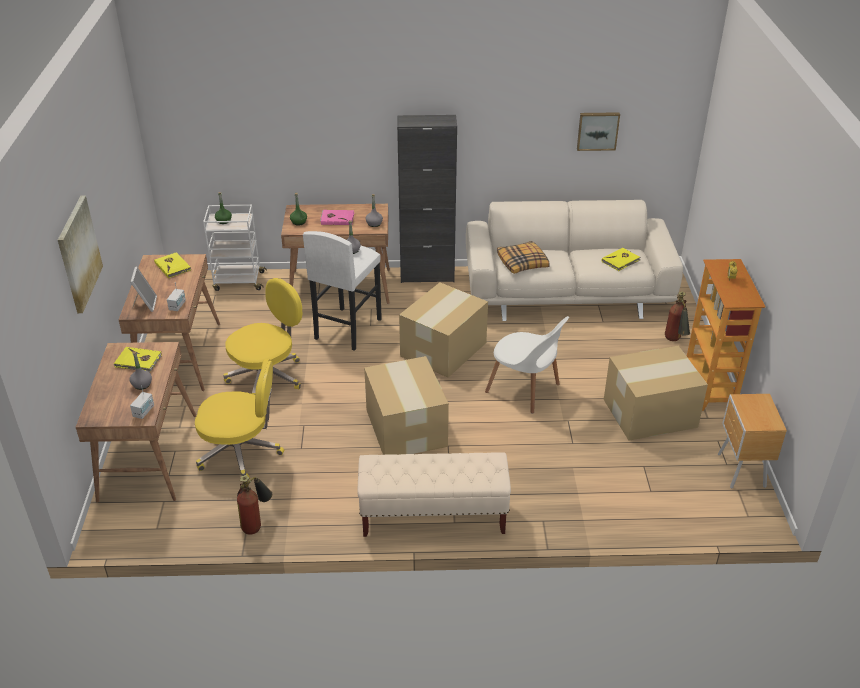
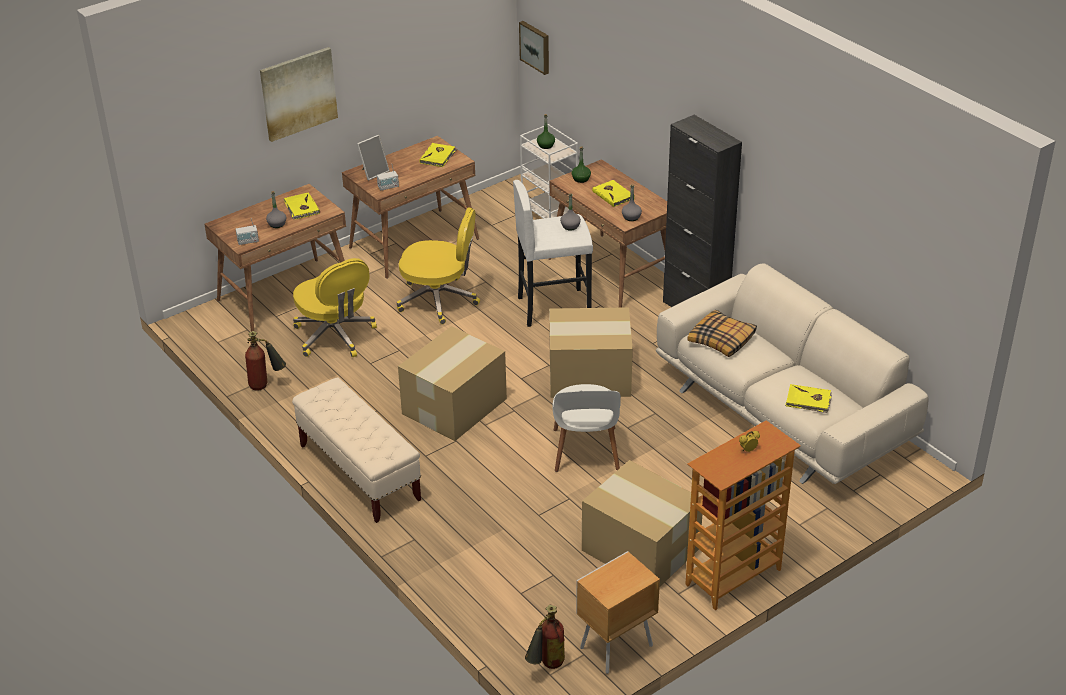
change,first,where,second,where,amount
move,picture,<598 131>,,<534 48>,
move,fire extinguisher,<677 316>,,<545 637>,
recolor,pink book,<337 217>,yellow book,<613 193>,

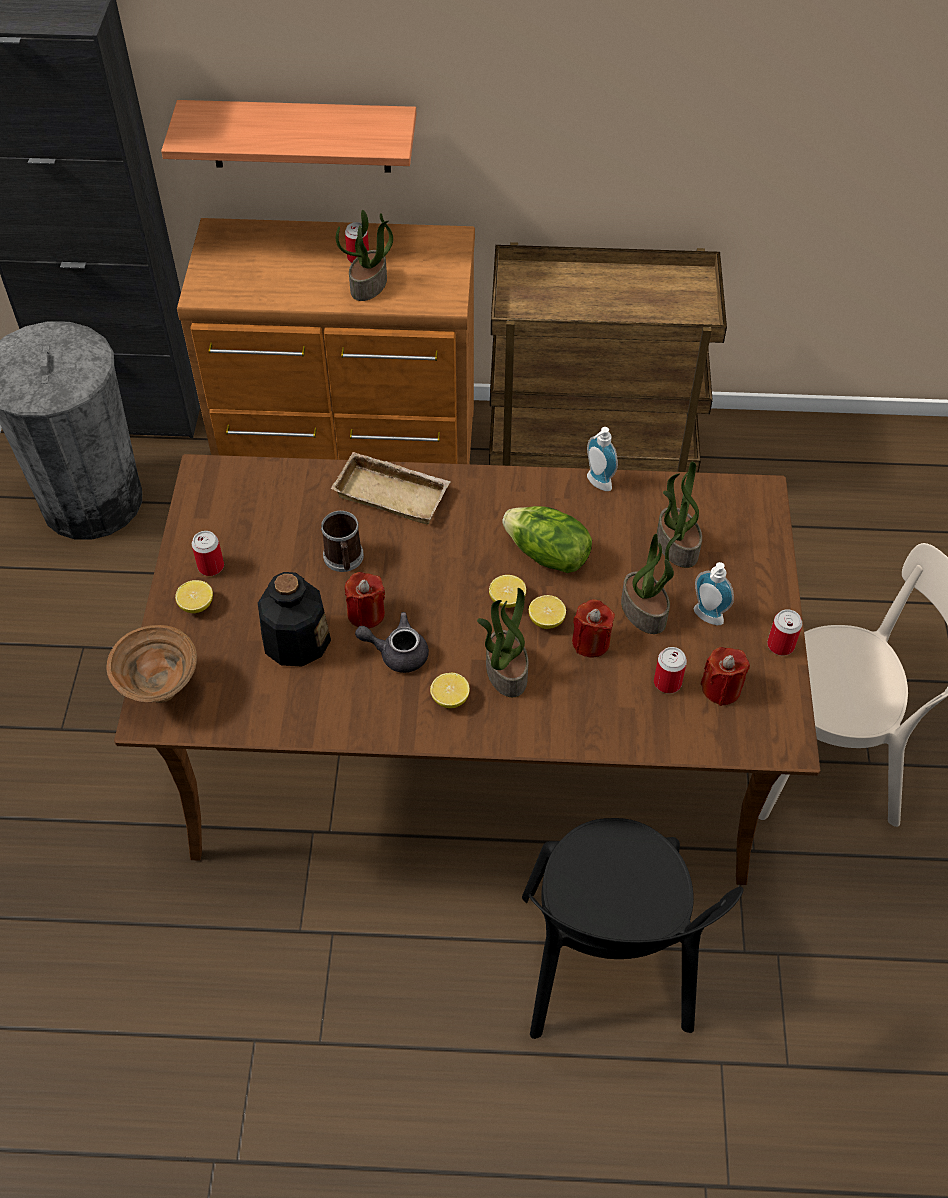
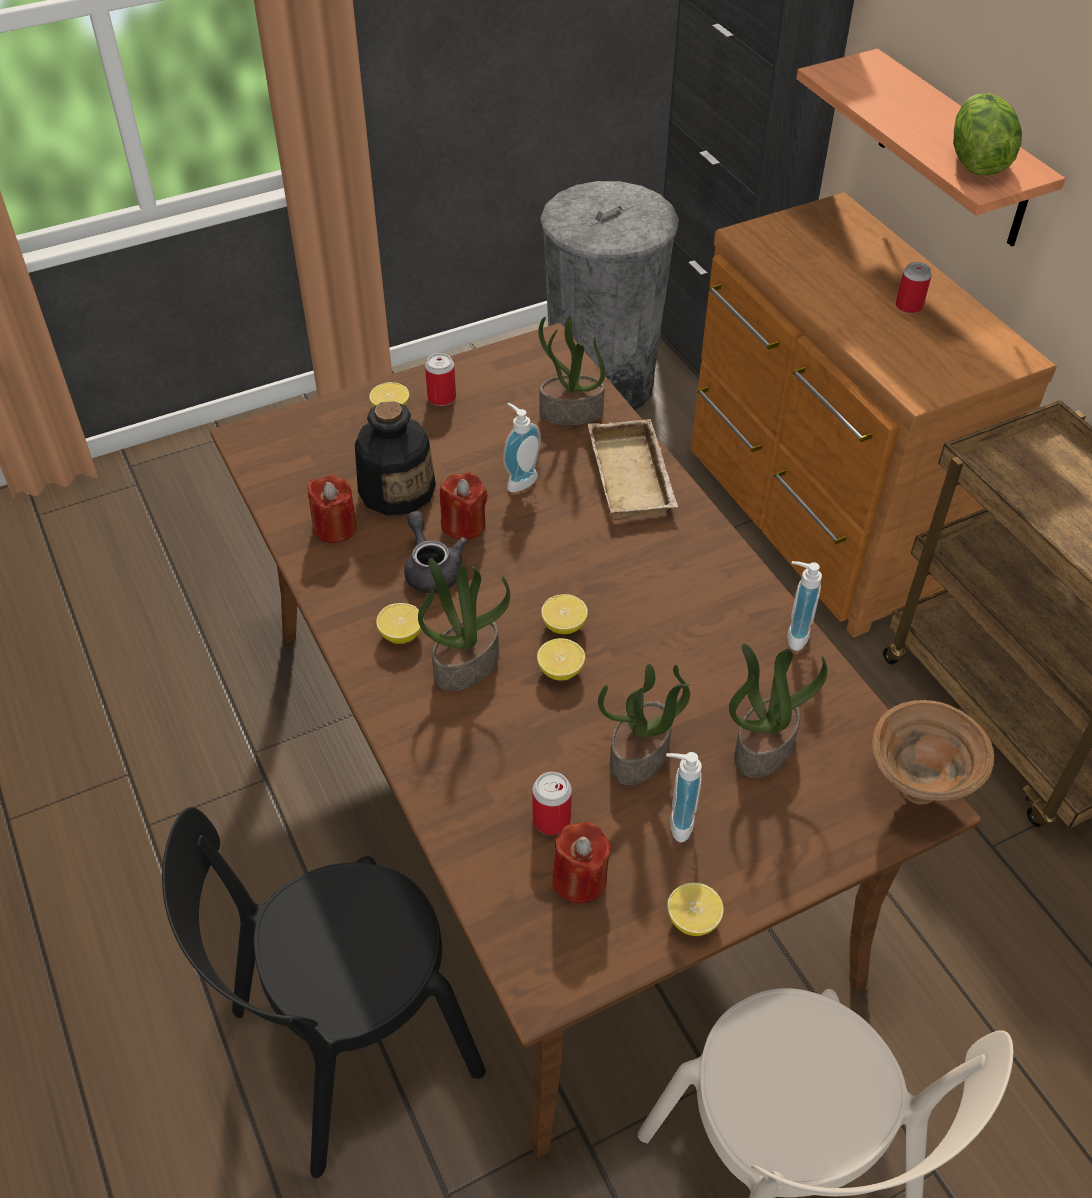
change,first,where,second,where,amount
move,red candle,<593 628>,,<332 509>,
replace,mug,<342 541>,soap dispenser,<522 447>,
move,potted plant,<364 255>,,<571 370>,
replace,can,<784 632>,lemon,<695 909>,
move,brown bowl,<151 664>,,<933 752>,
move,lettuce,<547 539>,,<987 134>,

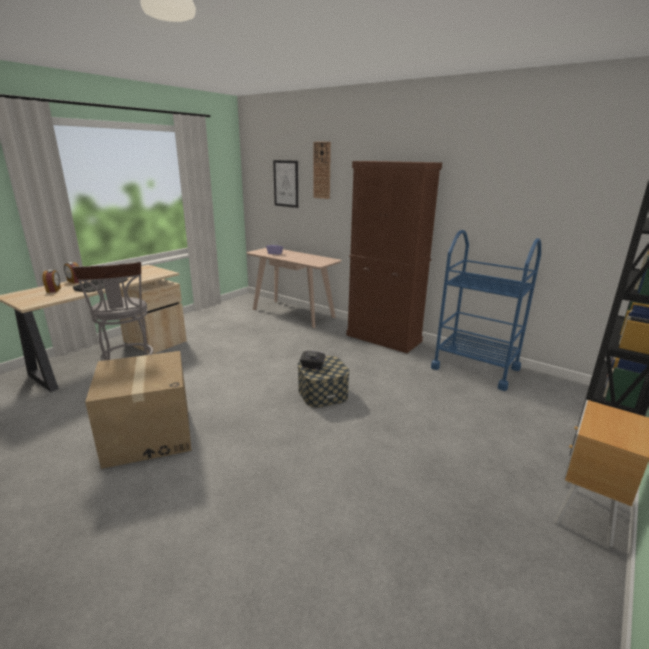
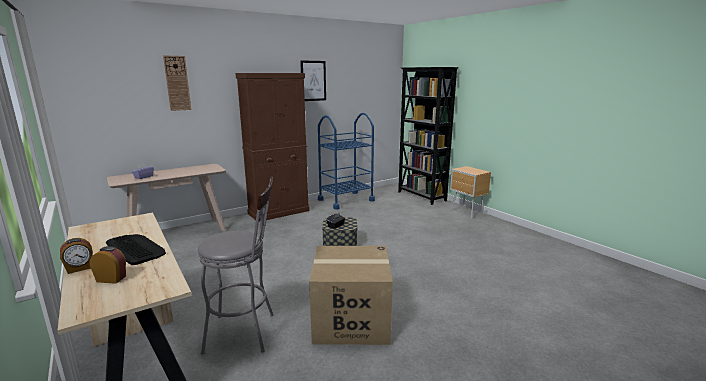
change,first,where,second,where,amount
move,picture,<285 184>,,<313 81>,

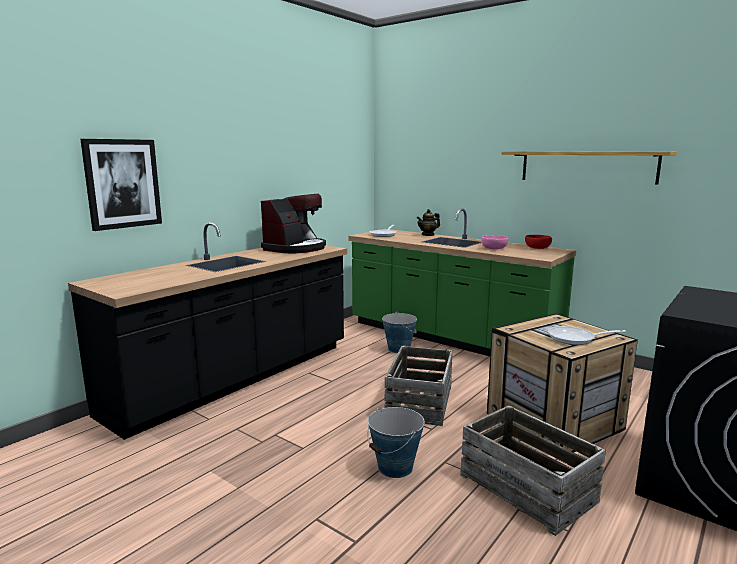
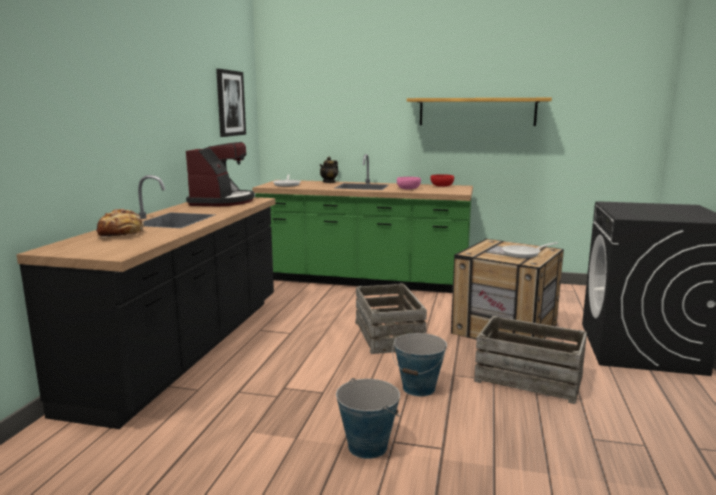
change,first,where,second,where,amount
insert,,,bread,<120 223>,
move,picture,<121 185>,,<231 103>,
move,bucket,<399 332>,,<368 418>,

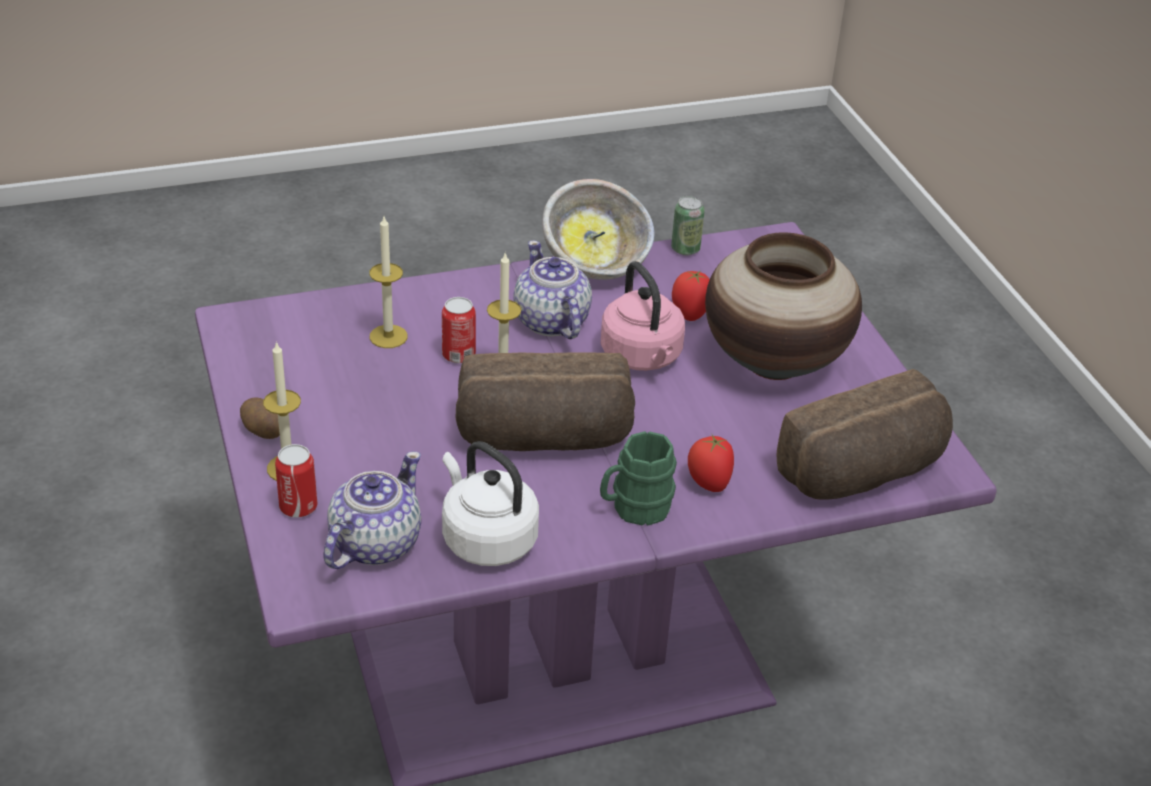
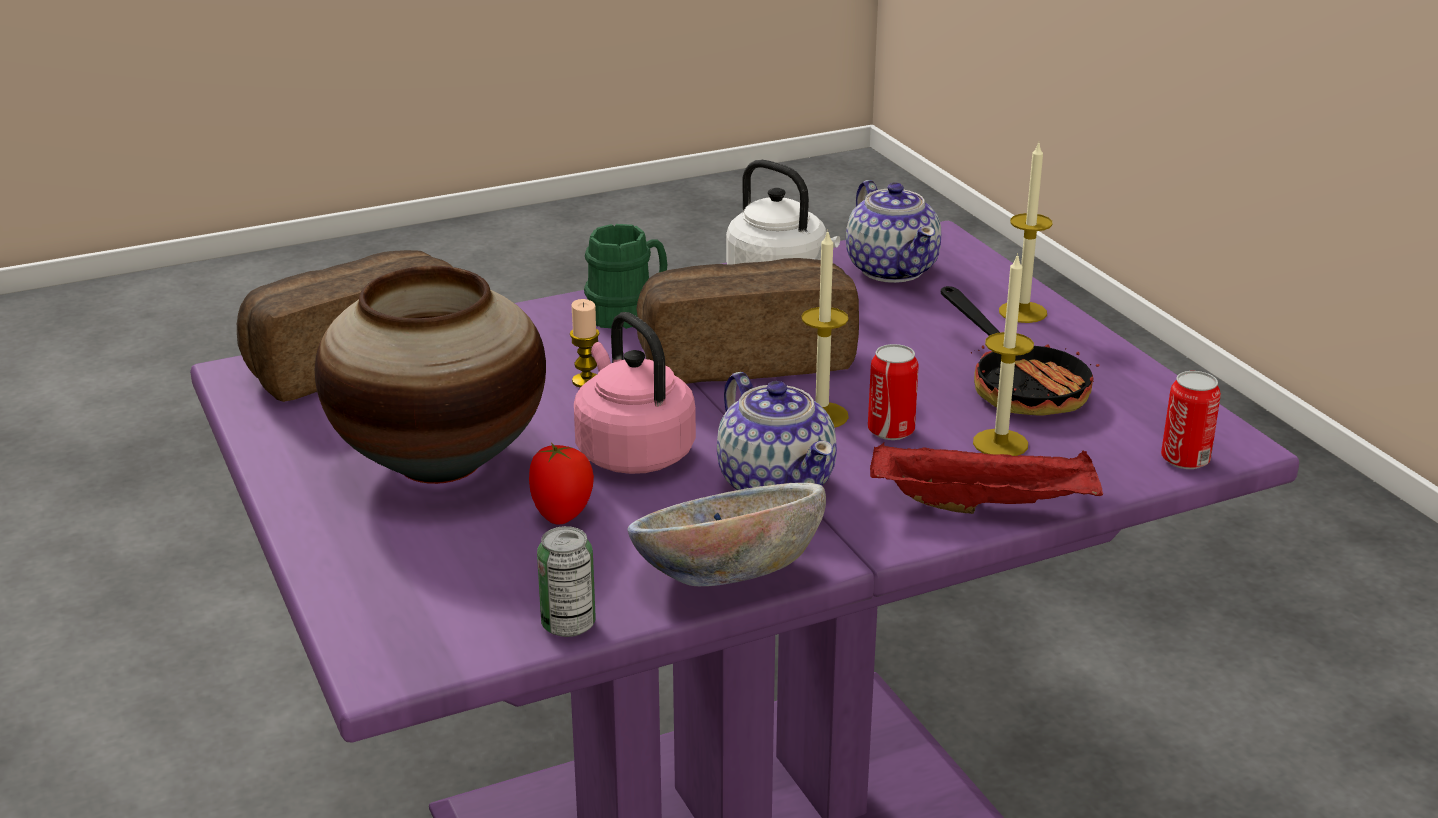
change,first,where,second,where,amount
insert,,,candle,<585 343>,
rotate,teapot,<372 510>,,<893 231>,45 degrees counterclockwise
insert,,,red tray,<986 478>,
insert,,,frying pan,<1020 351>,
move,can,<296 481>,,<1191 420>,
delete,potato,<260 418>,,,
delete,tomato,<711 463>,,,

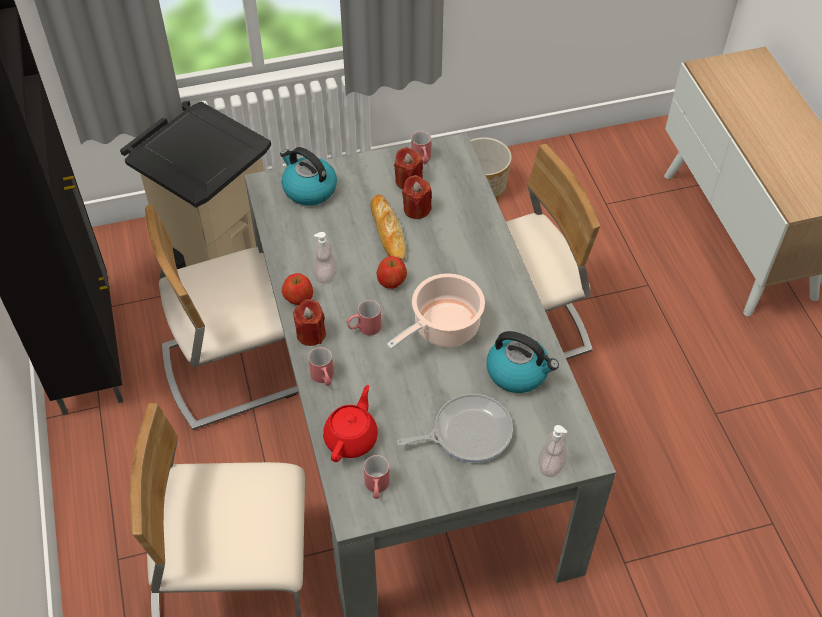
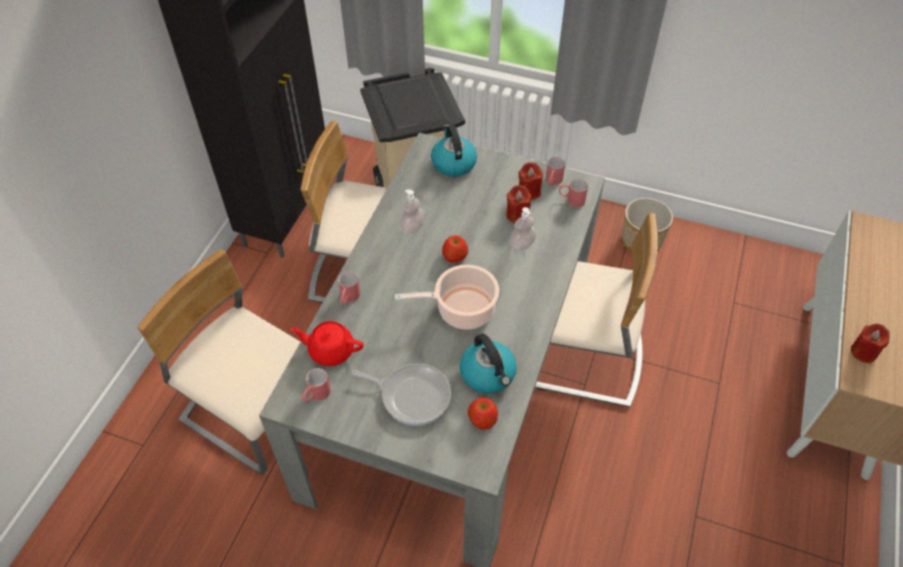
change,first,where,second,where,amount
rotate,red teapot,<350 423>,,<327 343>,135 degrees counterclockwise
move,apple,<297 289>,,<483 413>,
move,soap dispenser,<552 451>,,<522 229>,
move,red mug,<364 317>,,<573 193>,
move,red candle,<309 322>,,<870 344>,
delete,bread,<388 228>,,,

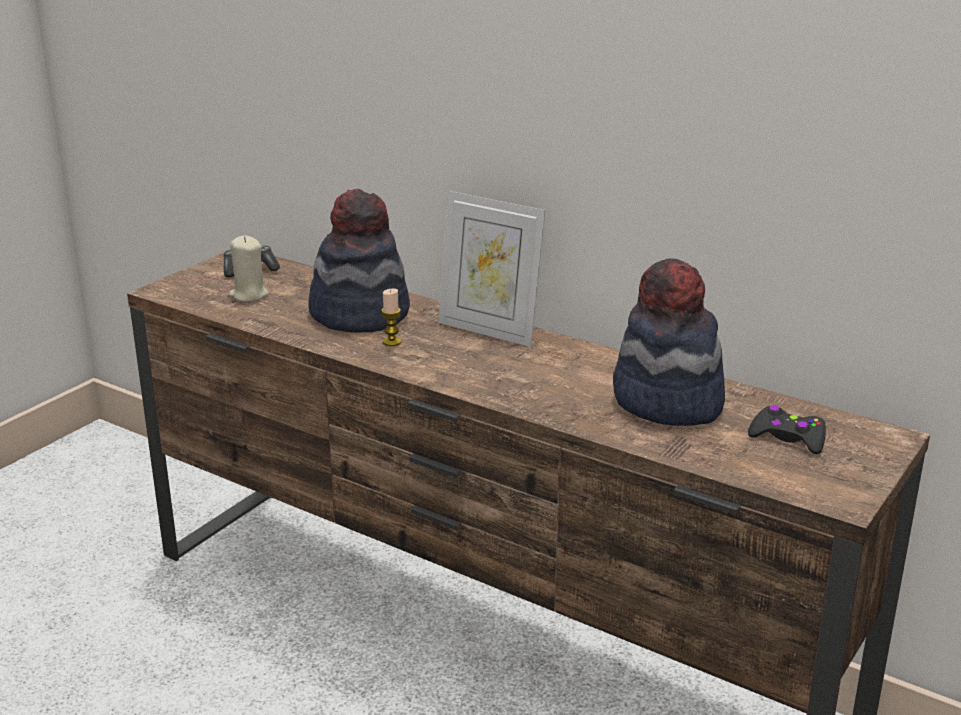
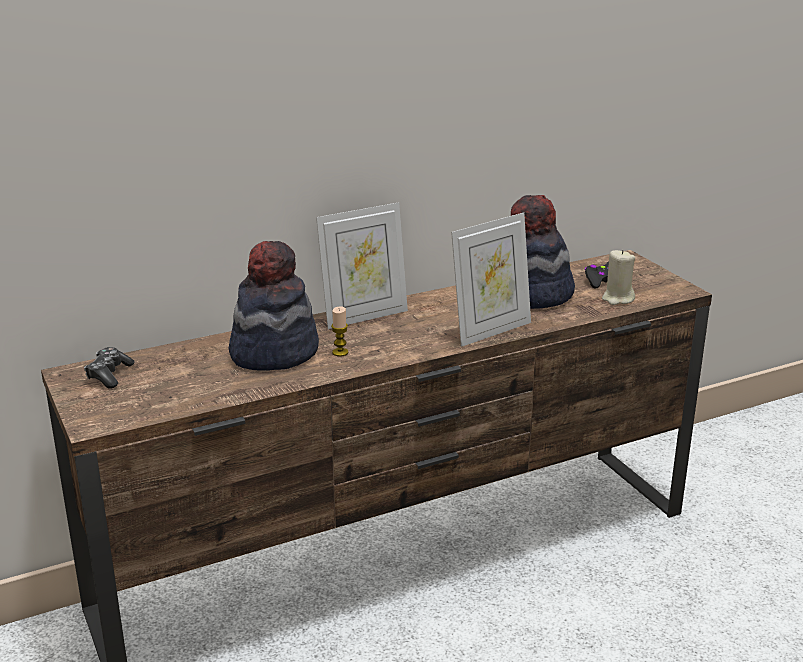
change,first,where,second,where,amount
insert,,,picture frame,<491 279>,
move,beige candle,<249 269>,,<618 277>,

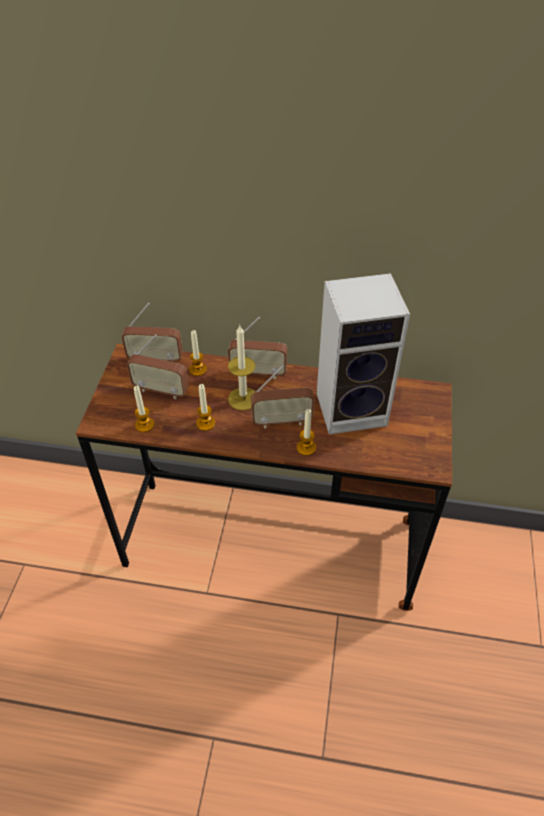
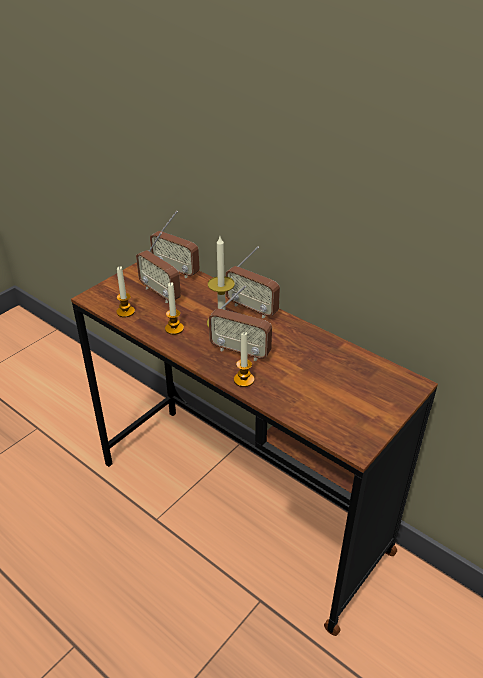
change,first,where,second,where,amount
delete,candle,<198 353>,,,
delete,speaker,<363 354>,,,

